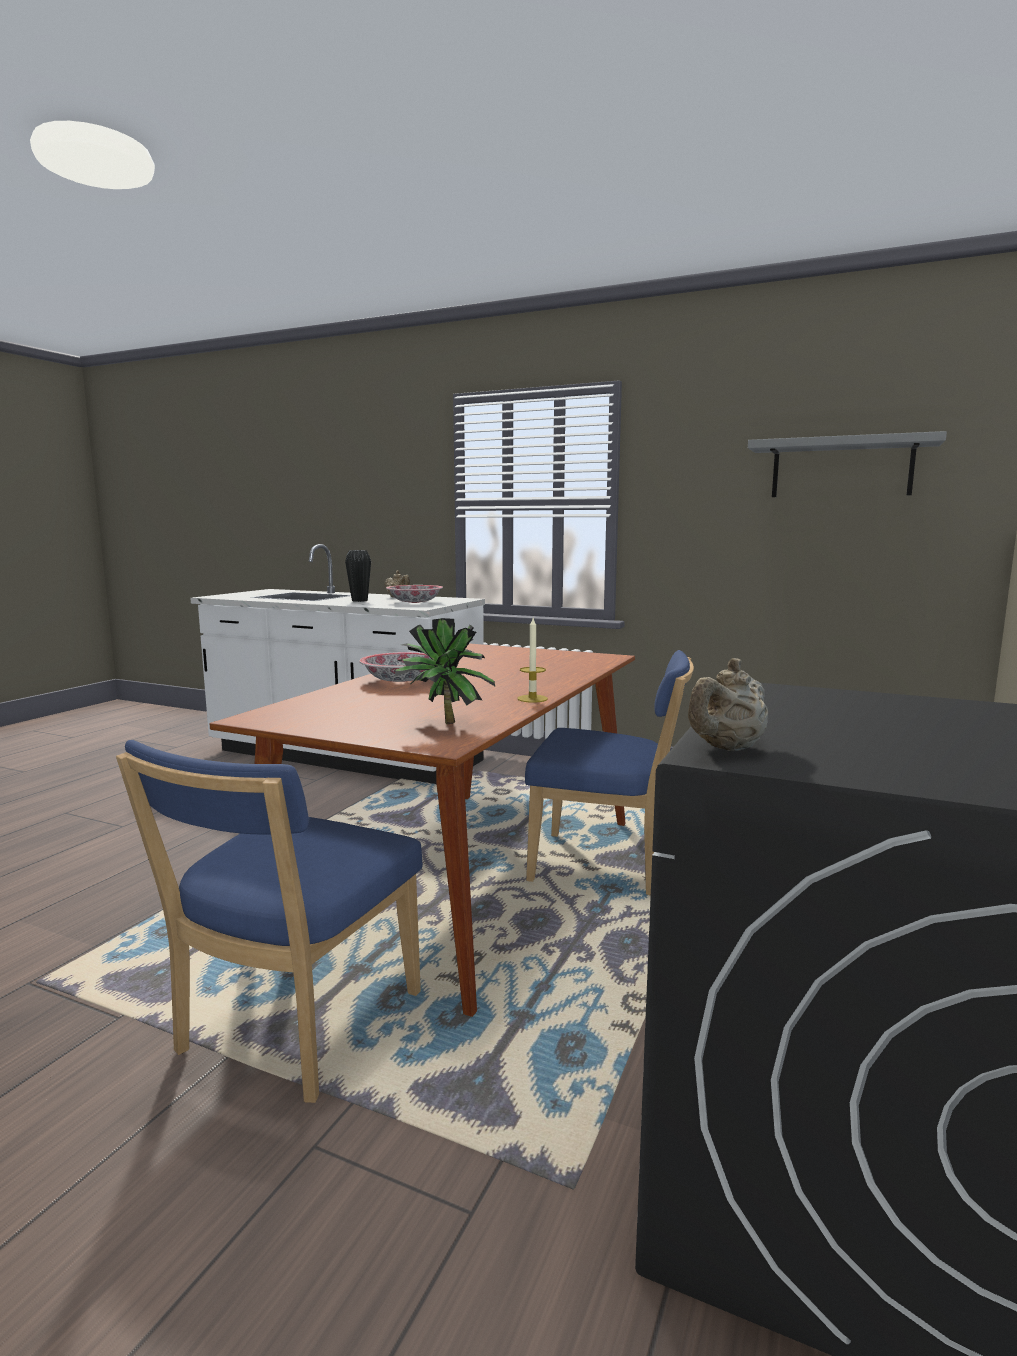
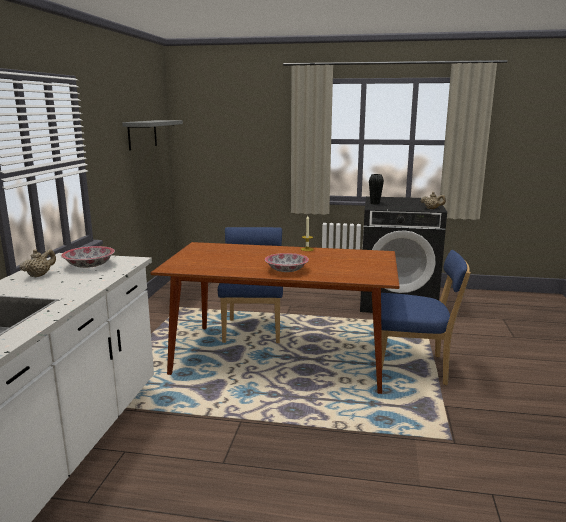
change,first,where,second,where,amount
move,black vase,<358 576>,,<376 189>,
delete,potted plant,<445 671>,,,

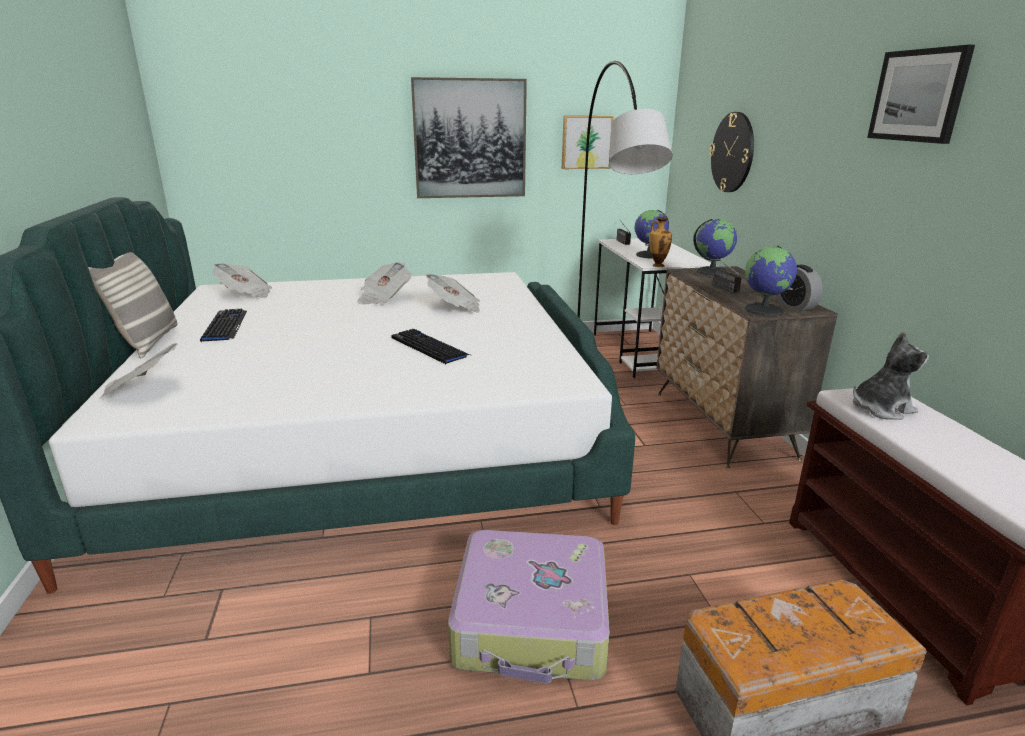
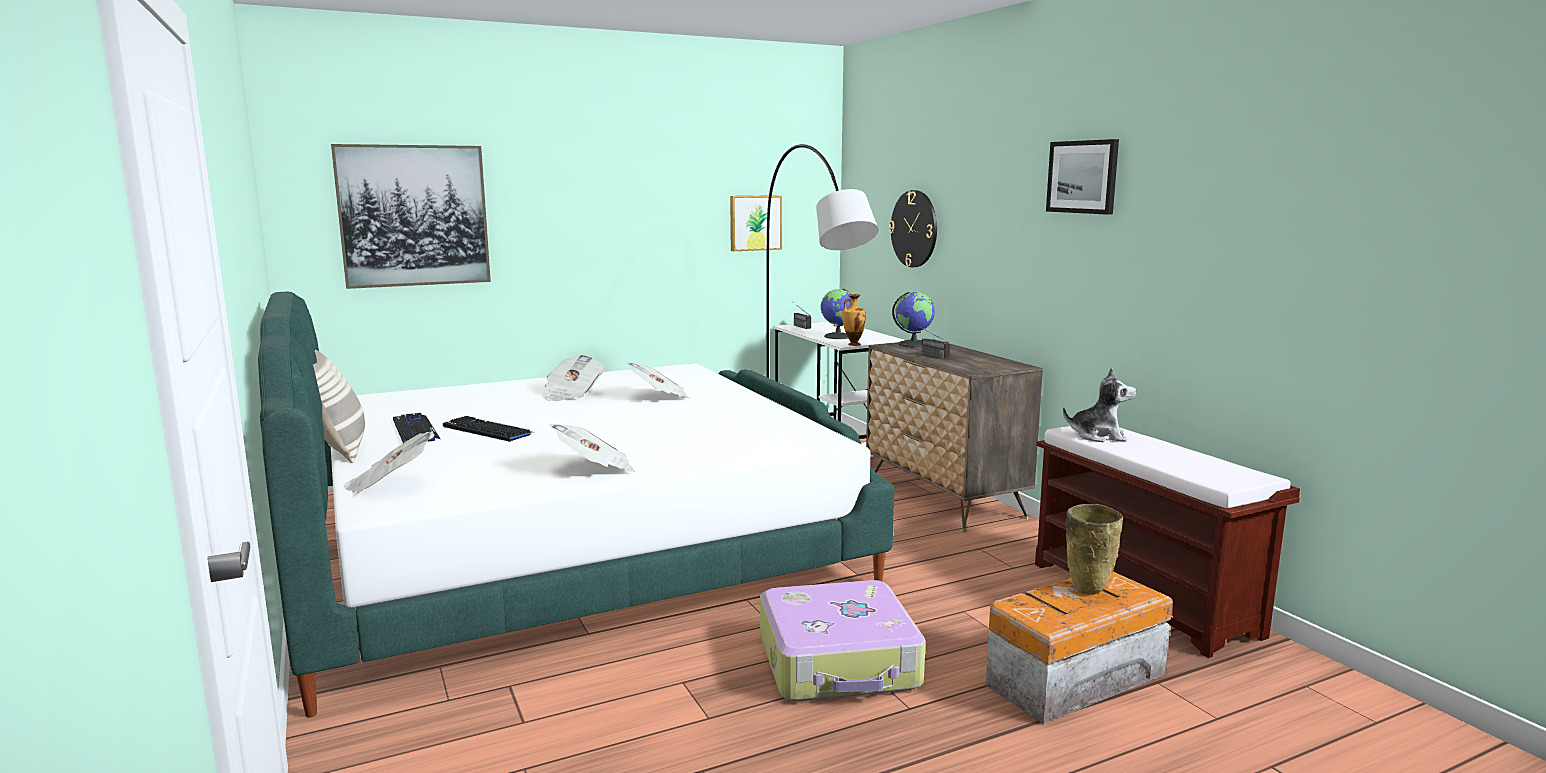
change,first,where,second,where,amount
move,picture,<469 137>,,<411 216>,
move,keyboard,<431 346>,,<489 429>,
move,newspaper,<242 280>,,<593 448>,
rotate,plush toy,<891 376>,,<1099 405>,45 degrees clockwise
insert,,,beige vase,<1094 549>,
delete,globe,<771 280>,,,
delete,alarm clock,<799 288>,,,

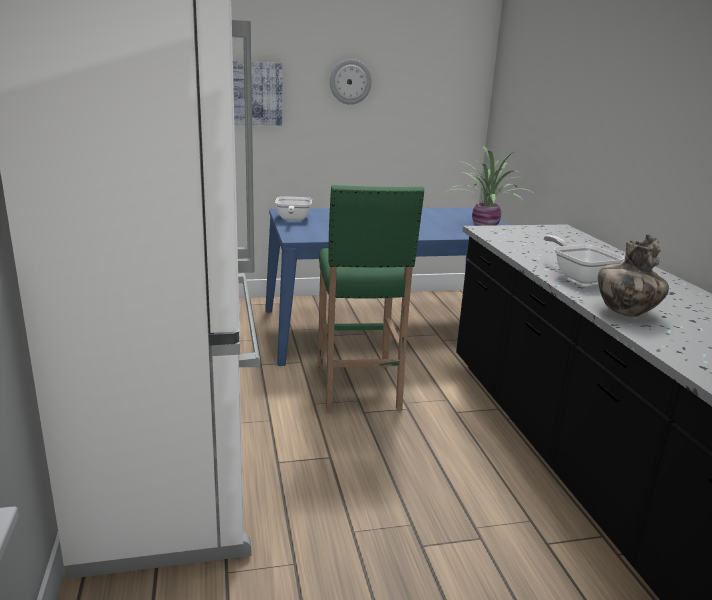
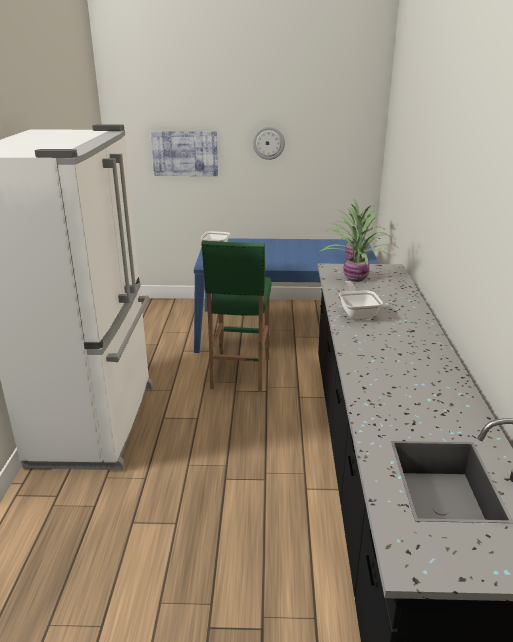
change,first,where,second,where,amount
insert,,,potted plant,<359 244>,
delete,vase,<633 275>,,,

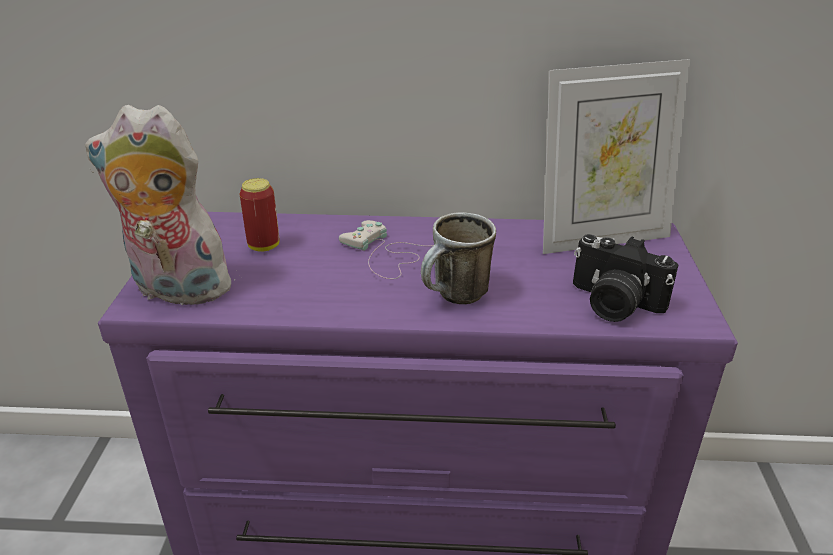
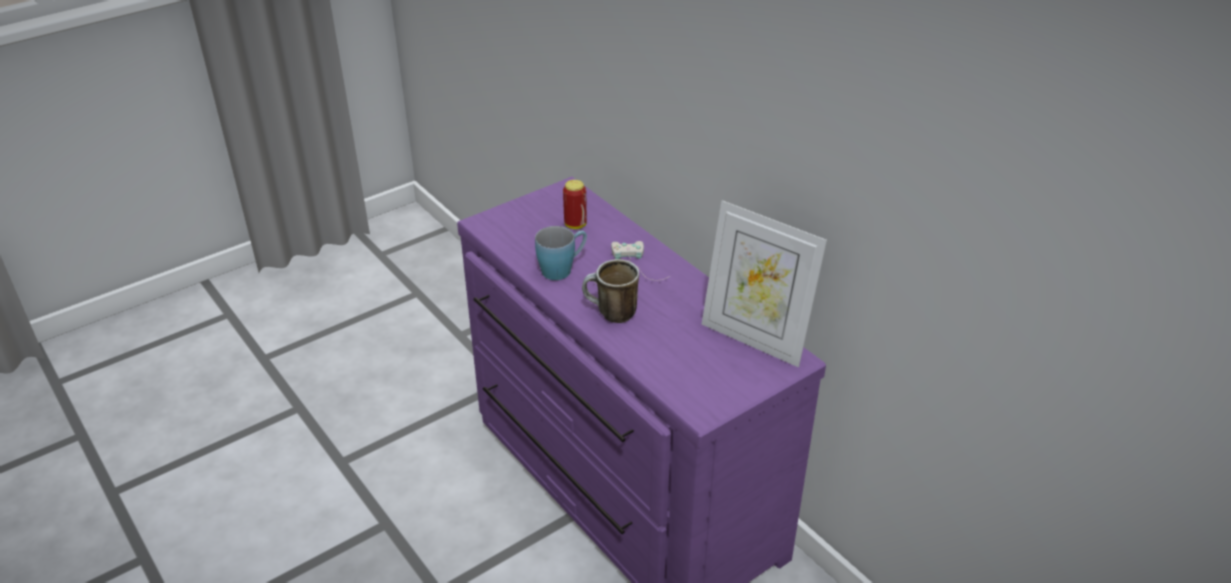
change,first,where,second,where,amount
insert,,,blue mug,<561 253>,
delete,plush toy,<163 205>,,,
delete,photo camera,<626 278>,,,

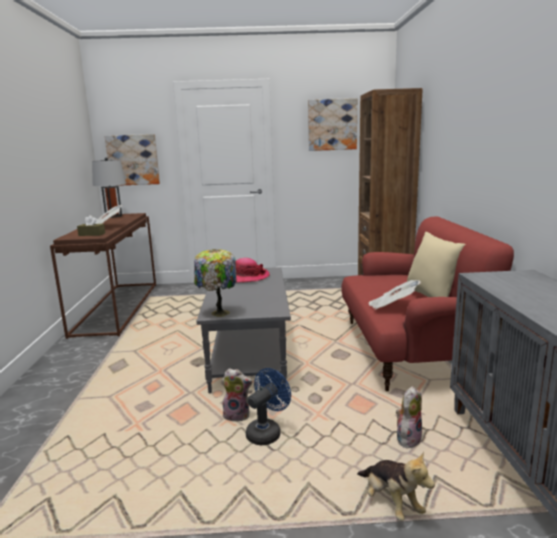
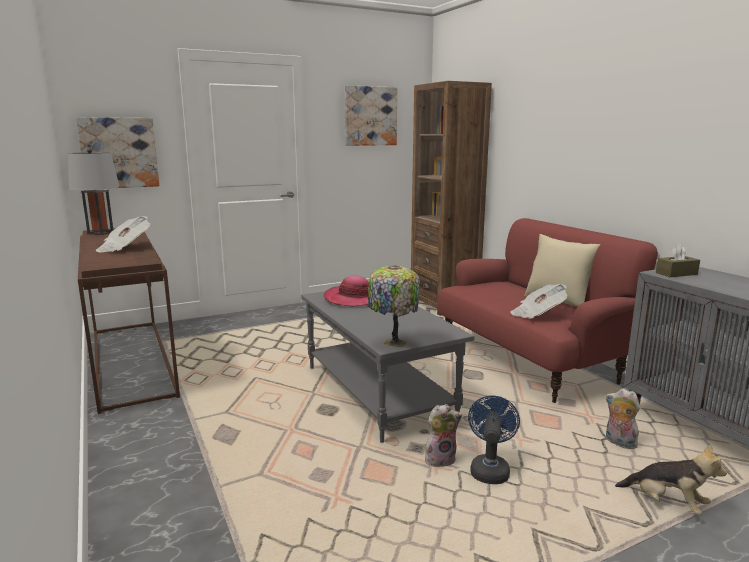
change,first,where,second,where,amount
rotate,plush toy,<409 417>,,<622 419>,60 degrees counterclockwise
move,brown tissue box,<91 225>,,<678 260>,

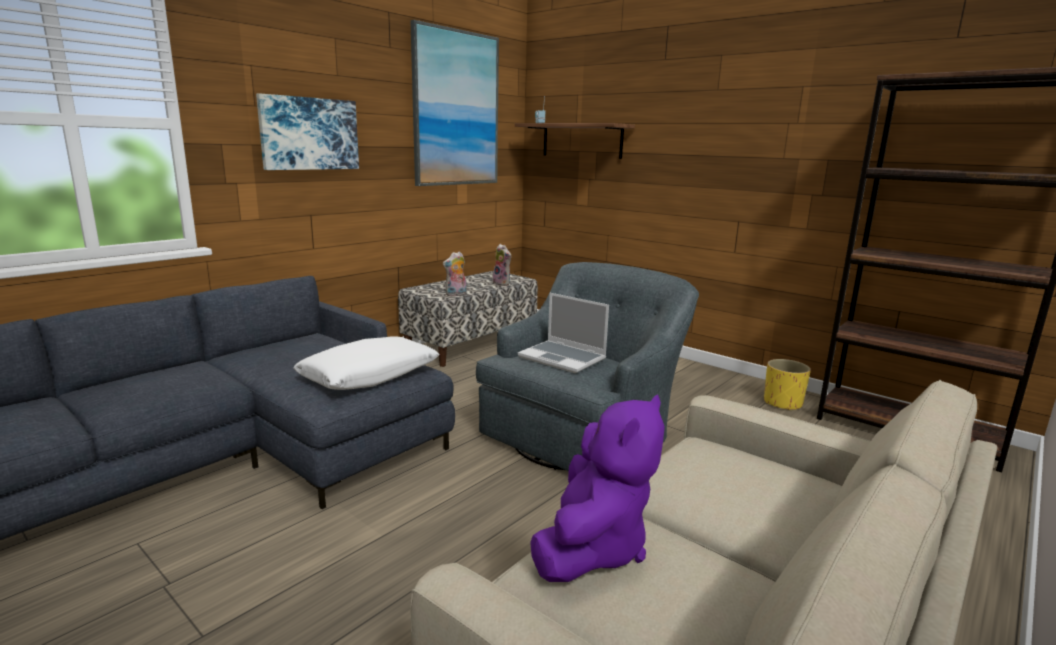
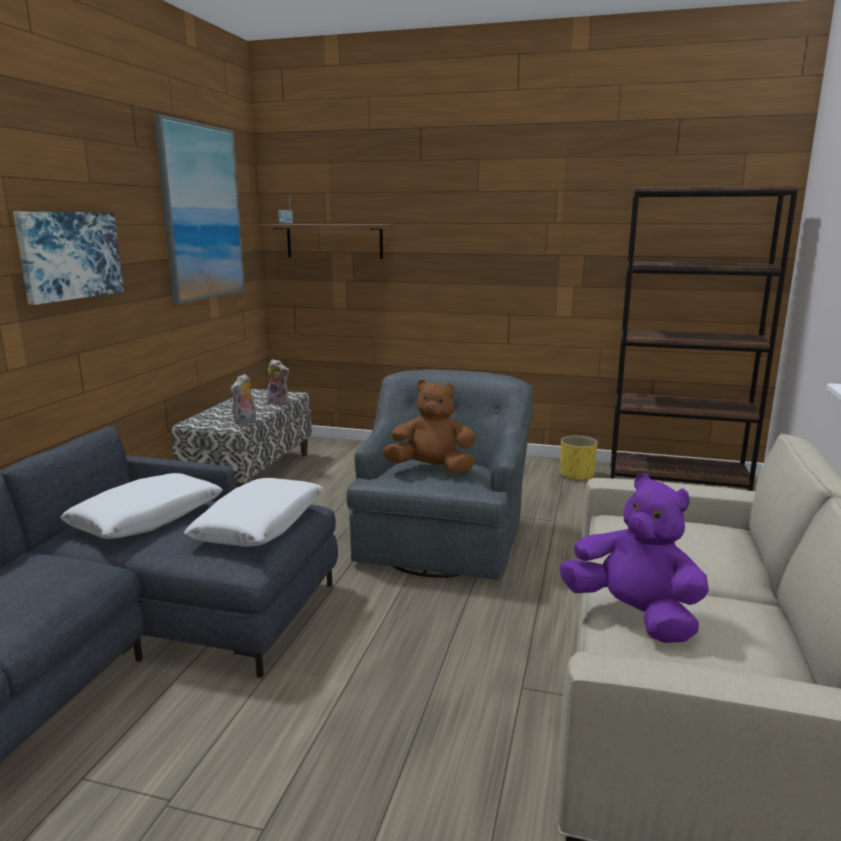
change,first,where,second,where,amount
insert,,,white pillow,<141 506>,
replace,laptop,<563 333>,brown plush toy,<429 427>,
rotate,purple plush toy,<597 488>,,<634 558>,45 degrees counterclockwise

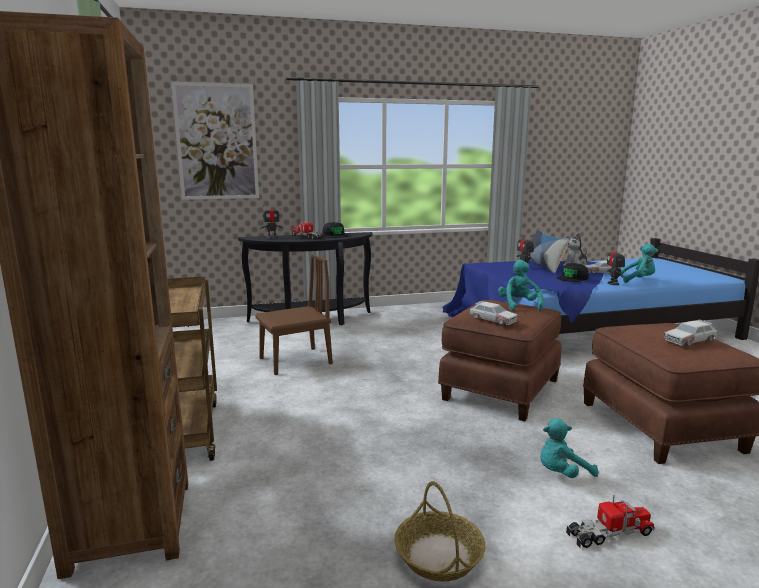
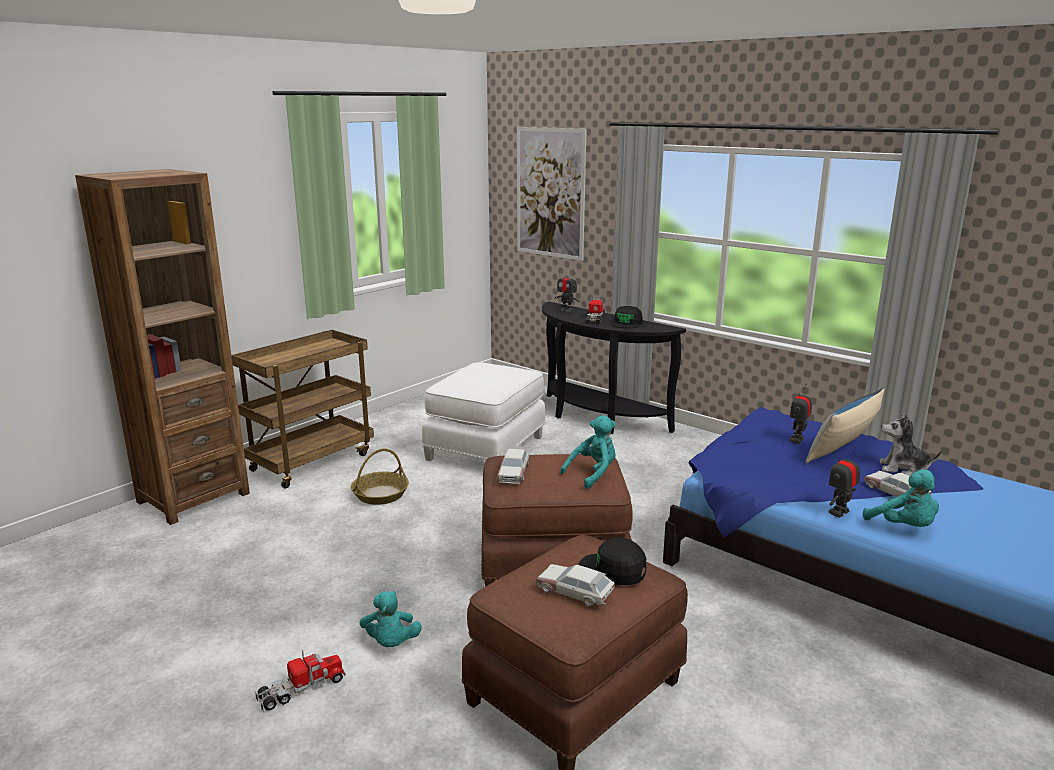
change,first,where,second,where,amount
rotate,toy truck,<610 521>,,<300 680>,75 degrees counterclockwise
move,basket,<440 531>,,<380 477>,
rotate,turquoise plush toy,<569 448>,,<390 619>,135 degrees counterclockwise
replace,brown chair,<294 314>,white ottoman,<484 411>,
move,black cap,<573 272>,,<613 561>,

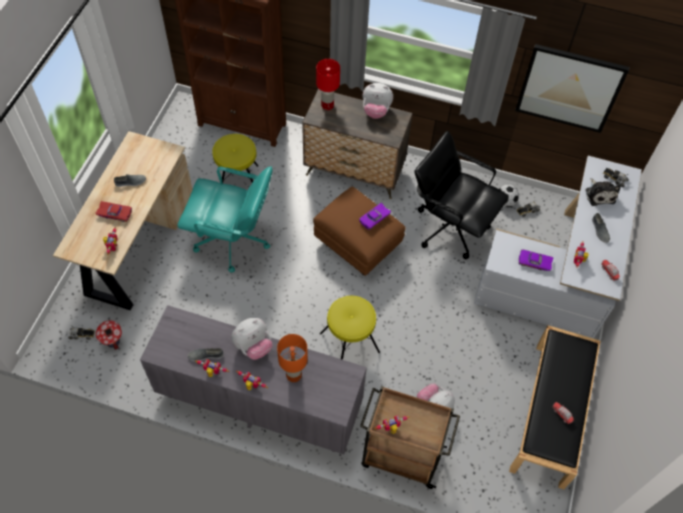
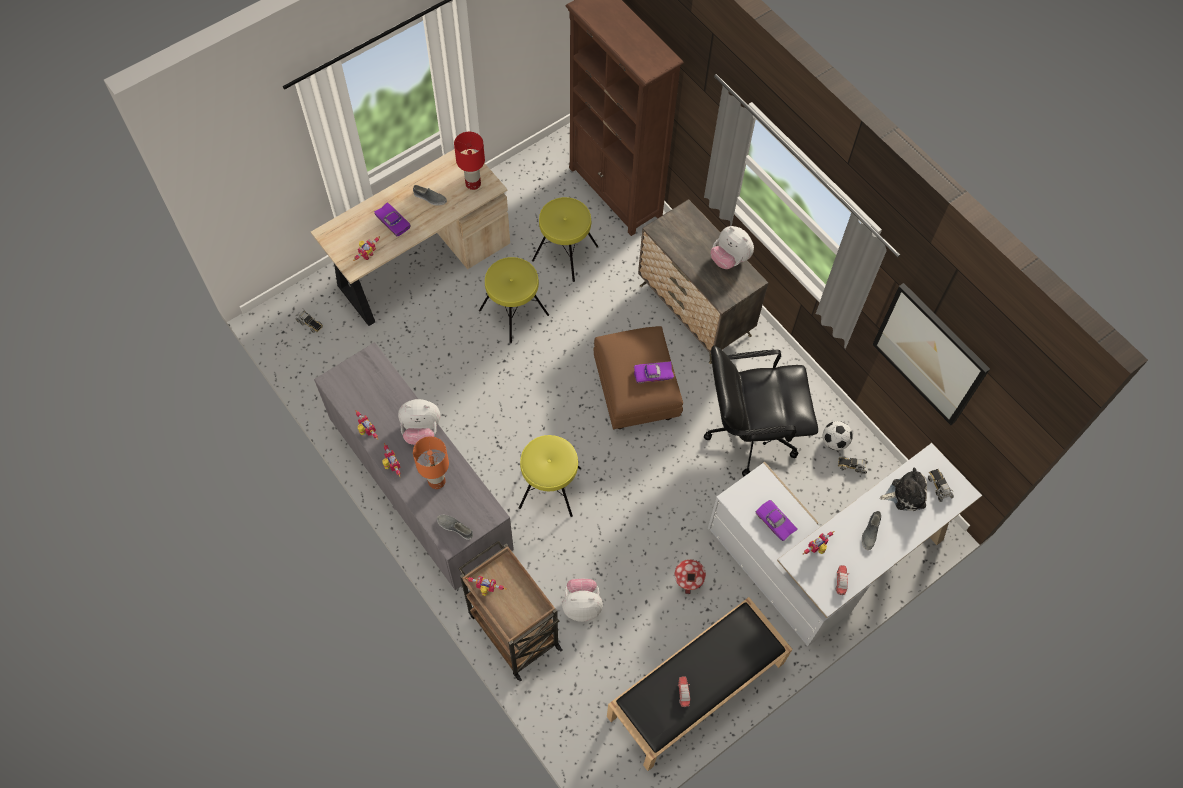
change,first,where,second,where,amount
recolor,red toy car,<113 211>,purple toy car,<392 219>,
move,grey shoe,<206 354>,,<455 527>,
move,red table lamp,<328 84>,,<469 161>,
replace,turquoise office chair,<225 219>,yellow stool,<514 300>,
move,toy house,<109 335>,,<690 576>,
rotate,black office chair,<461 195>,,<761 411>,75 degrees counterclockwise
rotate,plush toy,<603 192>,,<903 489>,120 degrees counterclockwise

